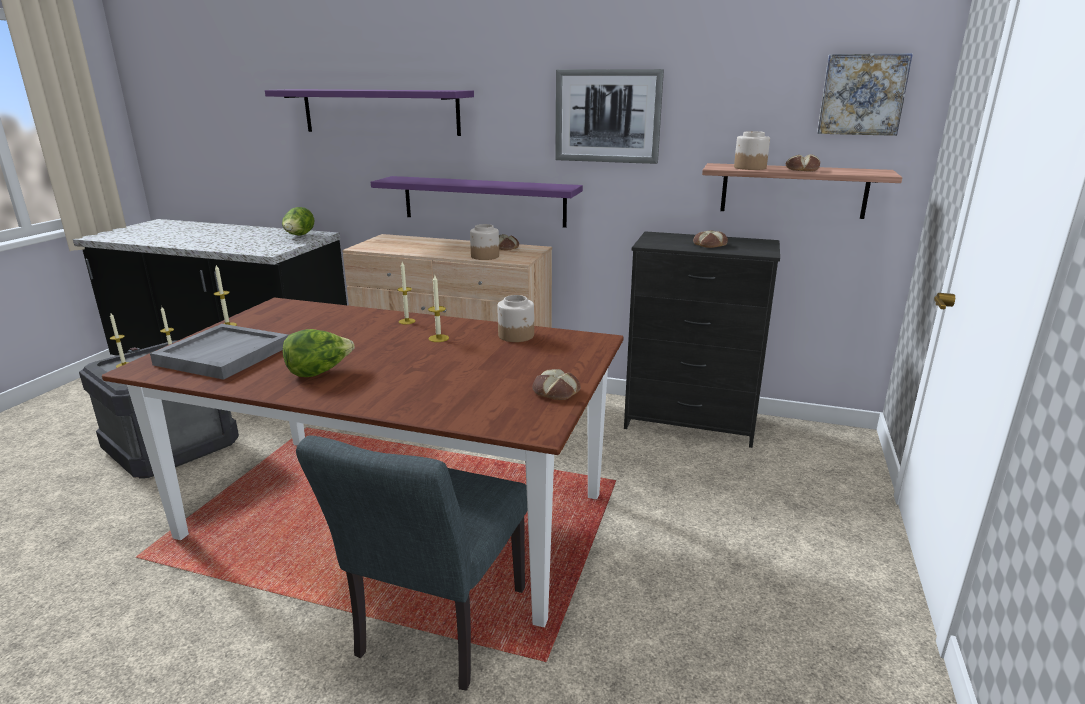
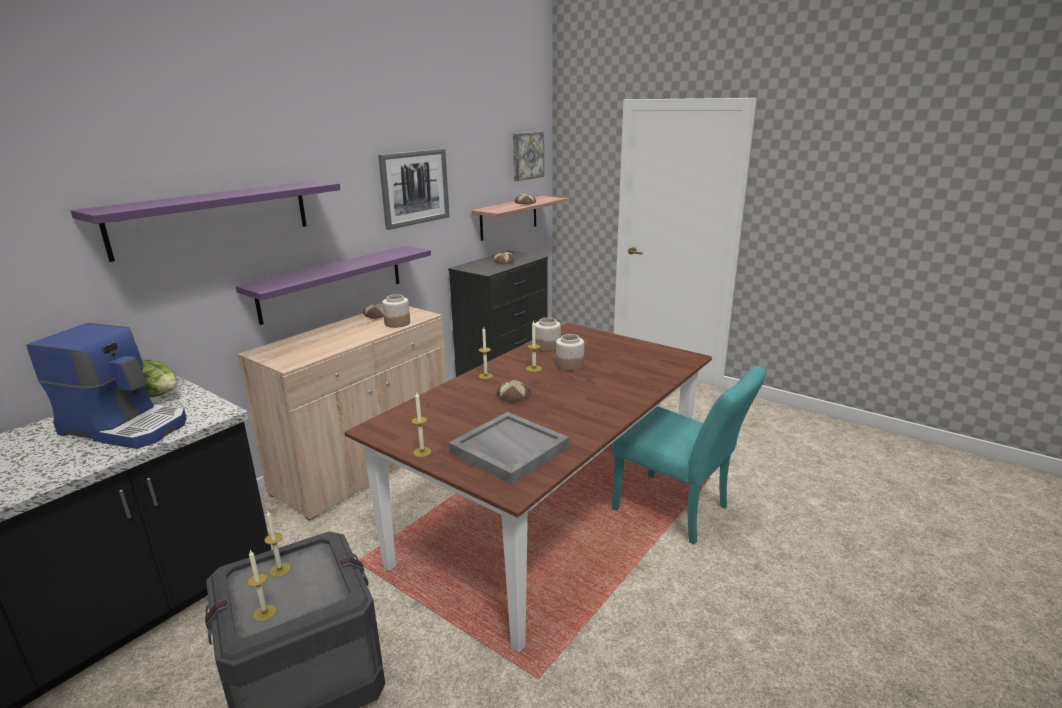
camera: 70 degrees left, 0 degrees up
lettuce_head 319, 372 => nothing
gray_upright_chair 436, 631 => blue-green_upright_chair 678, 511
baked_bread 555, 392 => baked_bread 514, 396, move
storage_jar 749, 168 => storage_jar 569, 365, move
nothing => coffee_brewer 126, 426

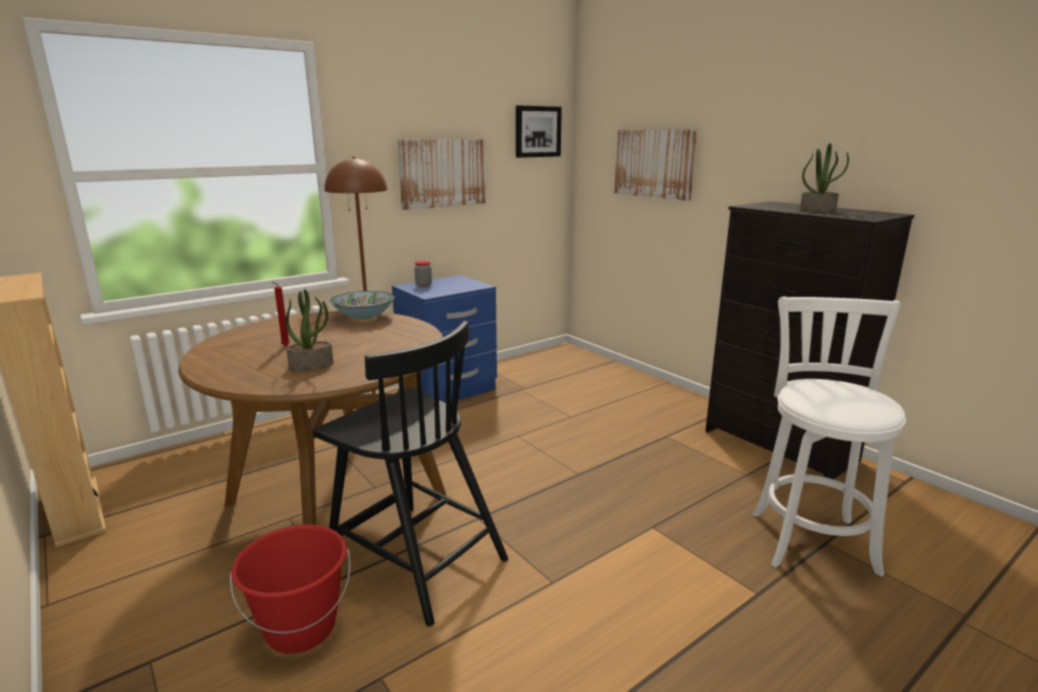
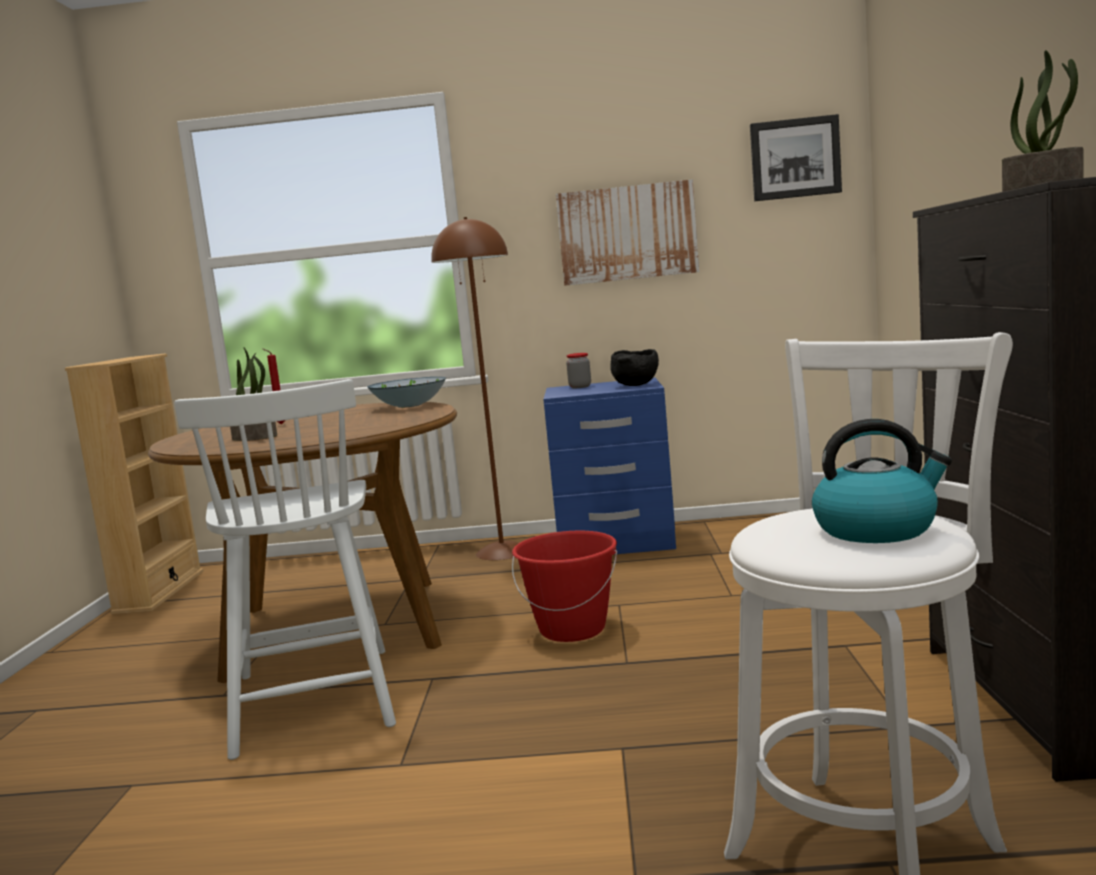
camera: 40 degrees right, 10 degrees down
red-coloured_pail 301, 628 => red-coloured_pail 572, 629, move
blackish_upright_chair 415, 559 => white_upright_chair 314, 698
picture 654, 163 => nothing
nothing => blackish_serving_bowl 636, 385
nothing => water_kettle 877, 529

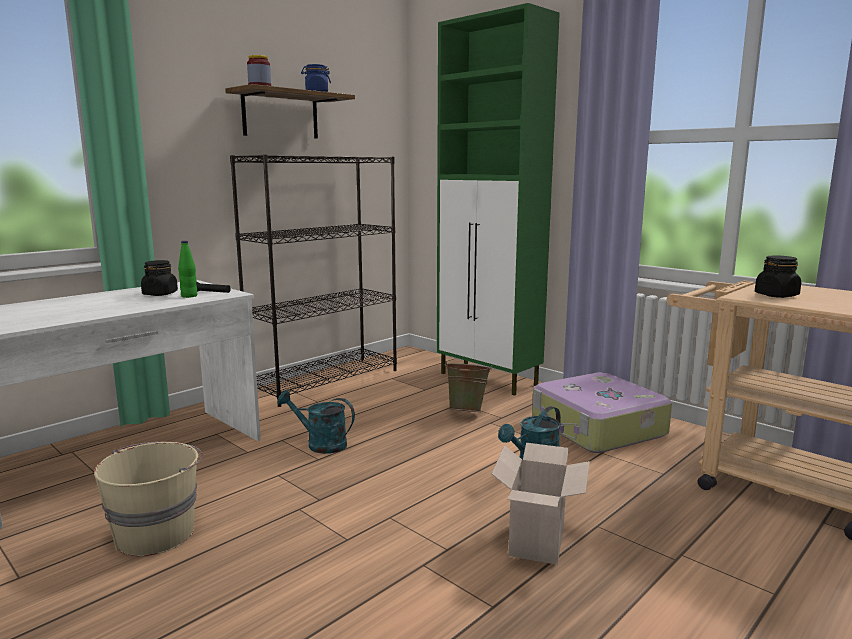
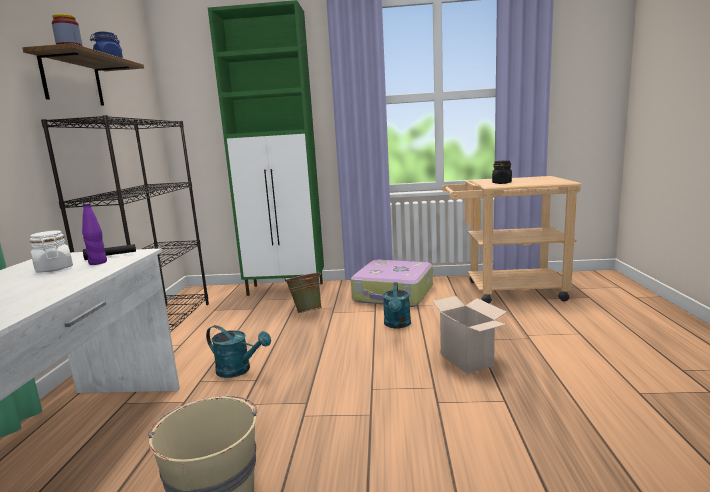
camera: 40 degrees left, 0 degrees up
blackish_storage_jar 160, 294 => white_storage_jar 54, 269
green-coloured_beverage_bottle 189, 296 => purplish_beverage_bottle 98, 263
blue-green_watering_pot 320, 444 => blue-green_watering_pot 239, 370, 135 degrees counterclockwise

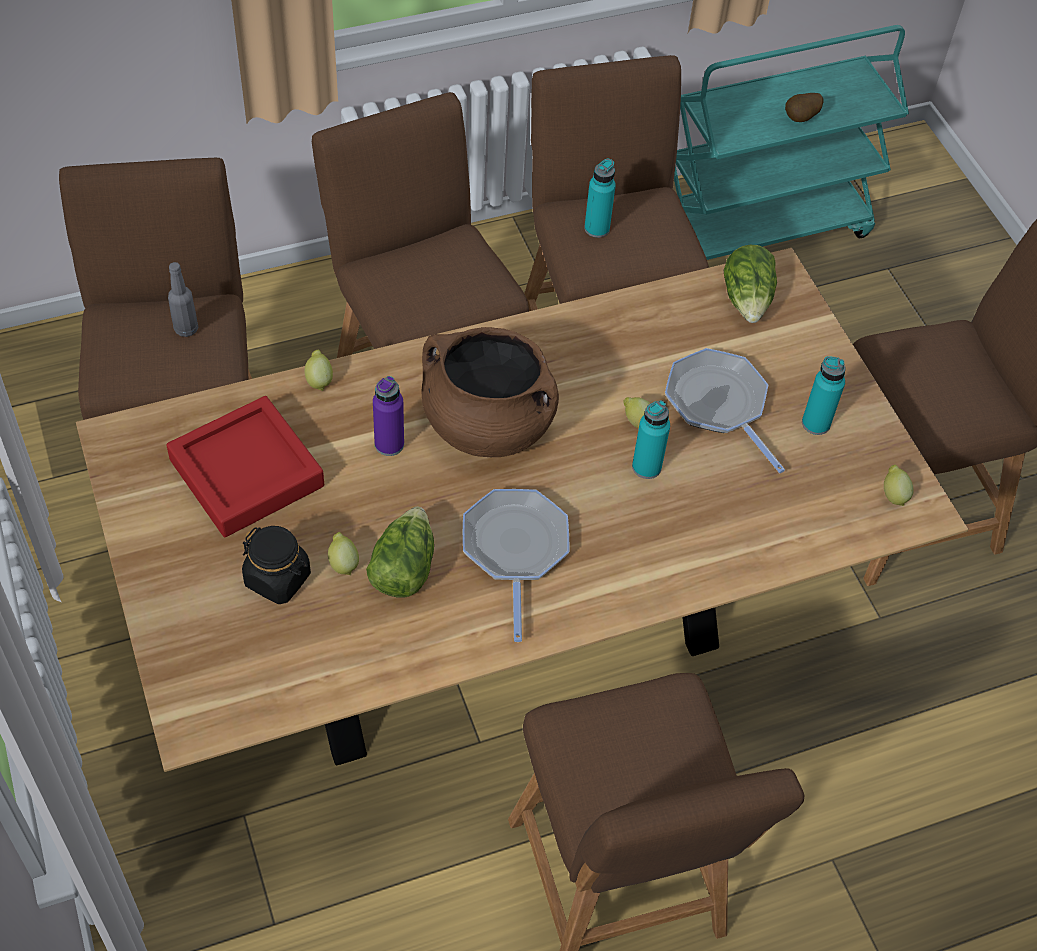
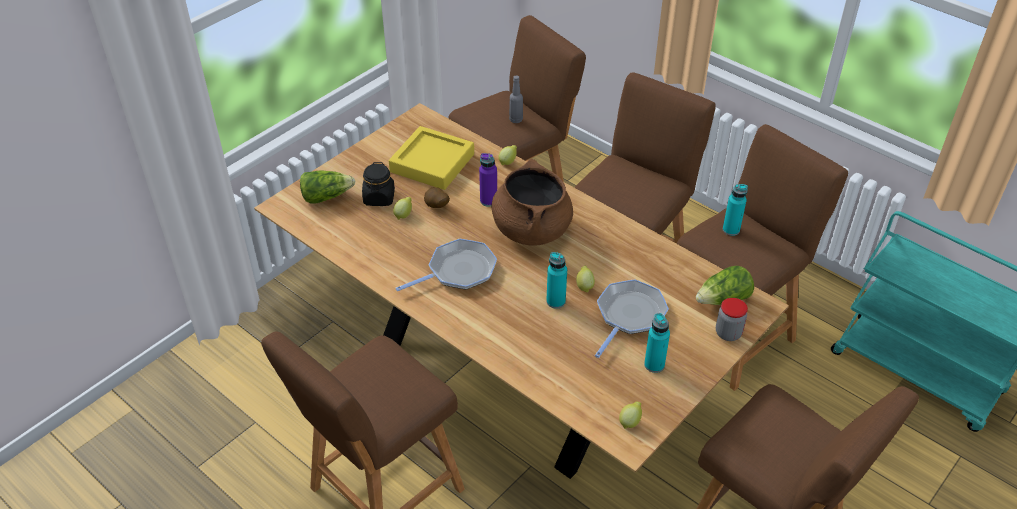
camera: 65 degrees right, 10 degrees down
red-coloured_tray 247, 473 => yellow_tray 432, 163
lettuce_head 403, 567 => lettuce_head 326, 196, move
potato 801, 119 => potato 436, 207, move
nothing => storage_jar 728, 333

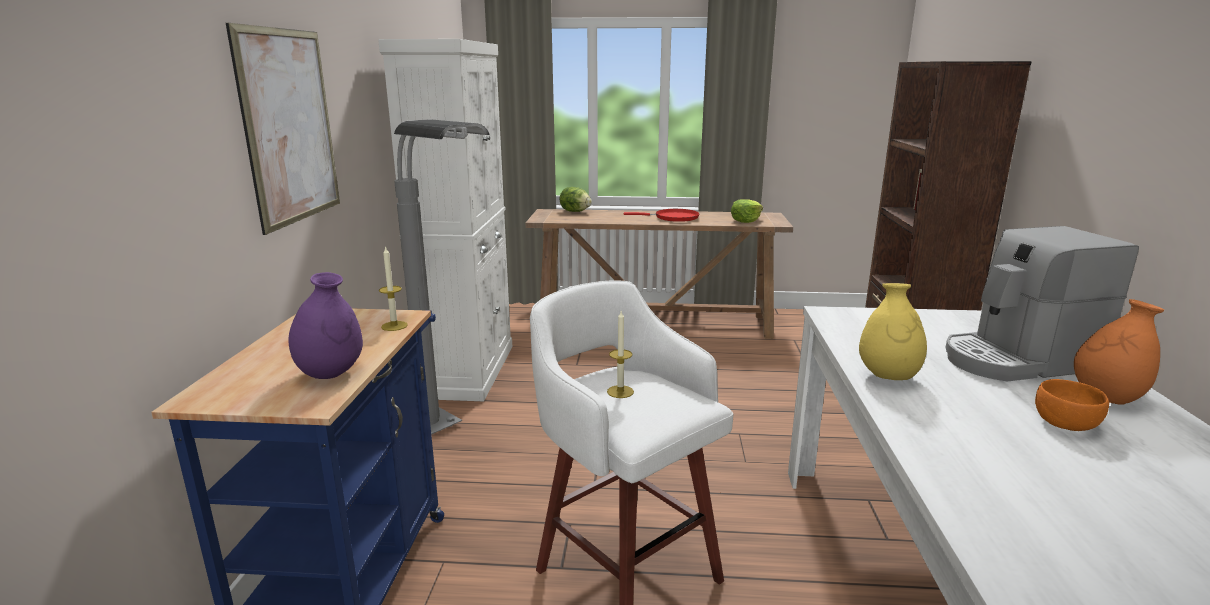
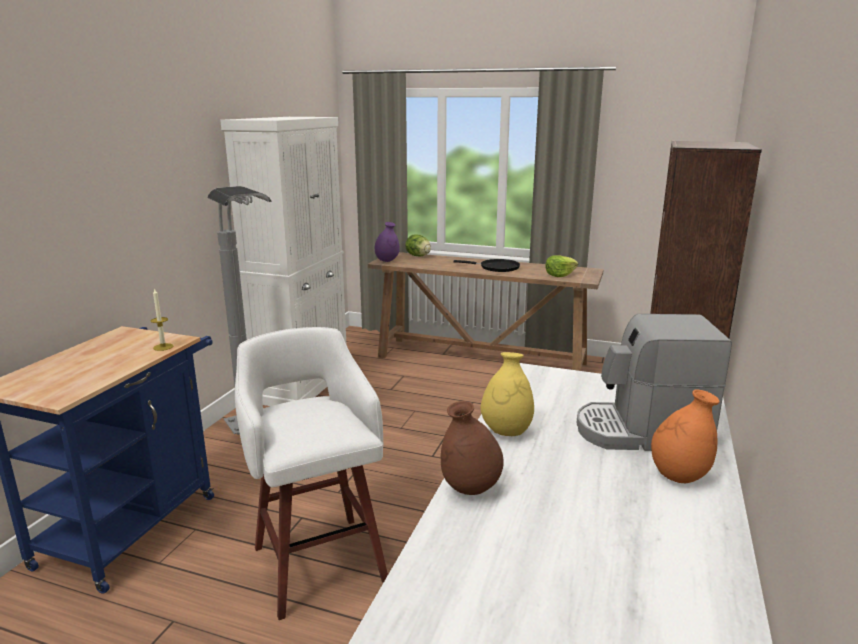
camera: 15 degrees right, 0 degrees up
picture 290, 127 => nothing
purplish_vase 331, 373 => purplish_vase 387, 260, move
candle 620, 391 => nothing
red-coloured_pan 673, 218 => blackish_pan 496, 268
orange-coloured_serving_bowl 1066, 424 => nothing
nothing => brownish_vase 470, 489

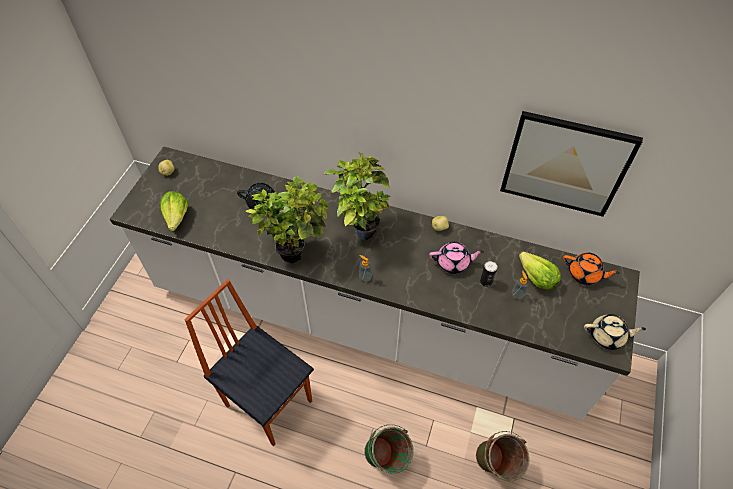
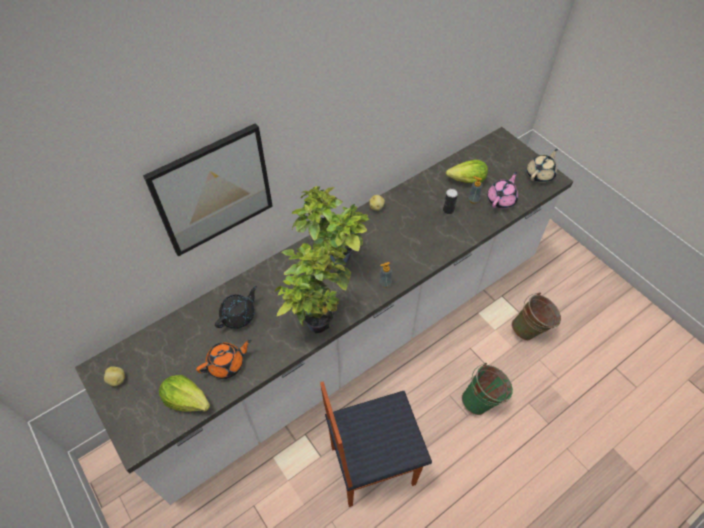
camera: 55 degrees left, 0 degrees up
pinkish_tea_pot 453, 263 => pinkish_tea_pot 501, 200, move
picture 565, 164 => picture 213, 190, move
orange-coloured_tea_pot 584, 274 => orange-coloured_tea_pot 227, 364, move

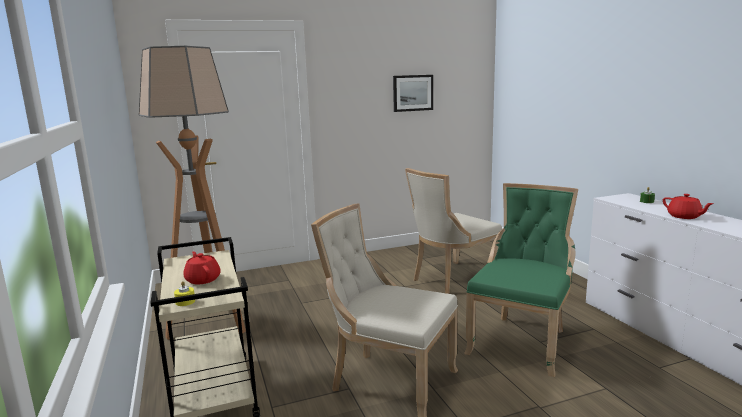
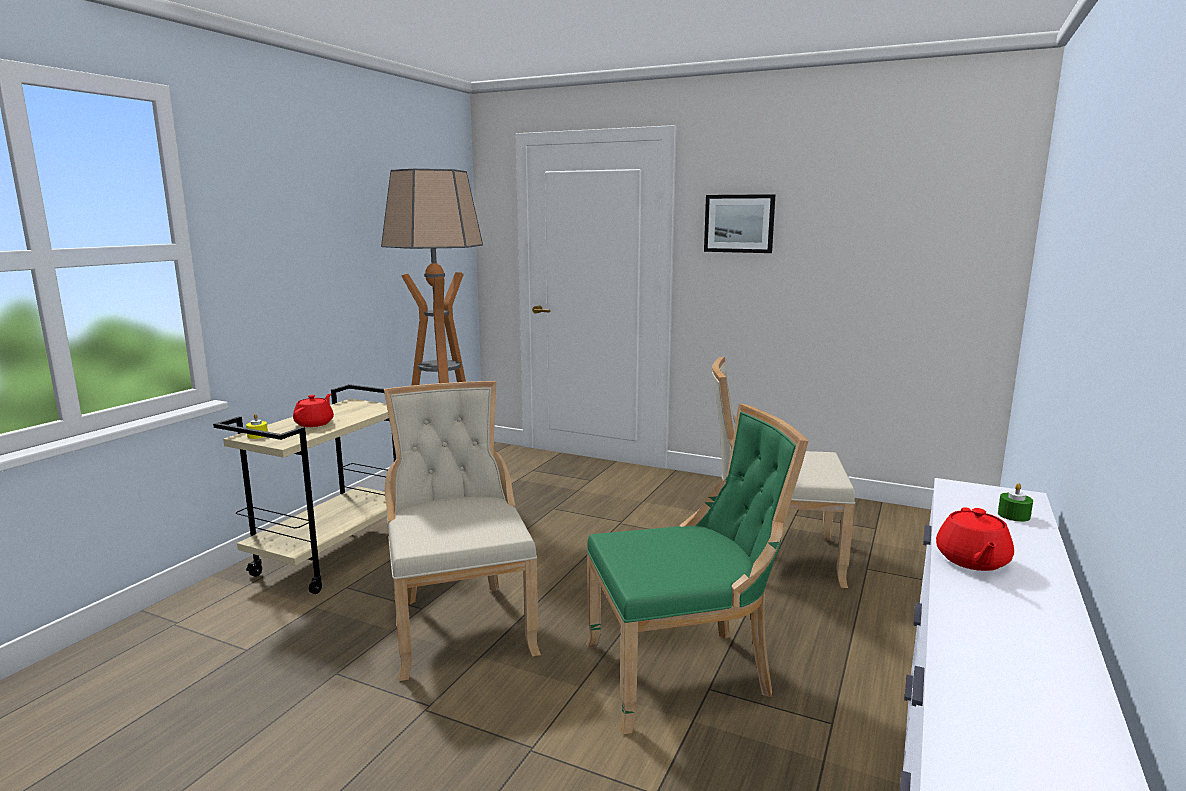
camera: 45 degrees right, 0 degrees up
picture 412, 93 => picture 739, 223, move

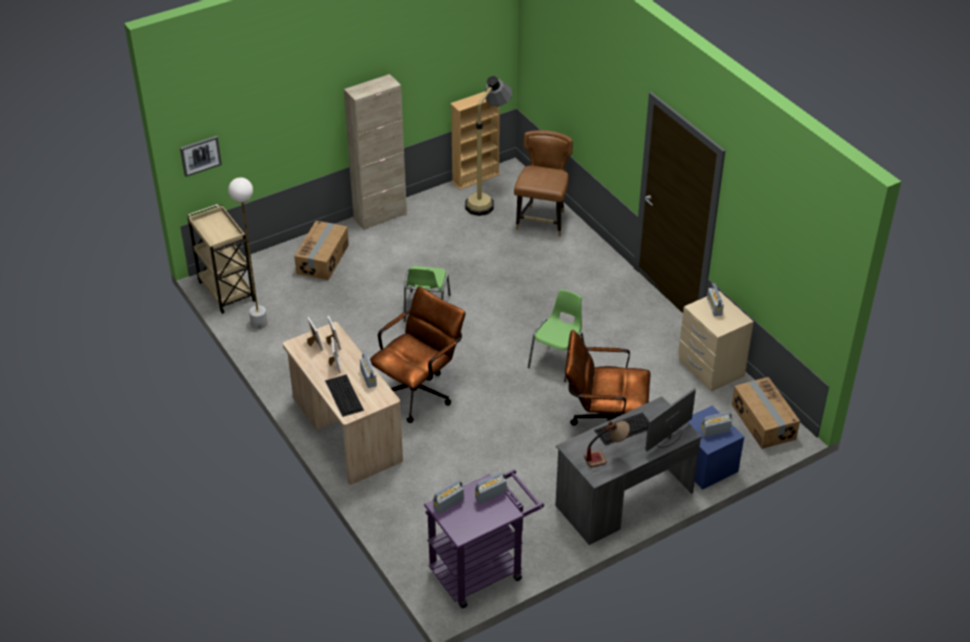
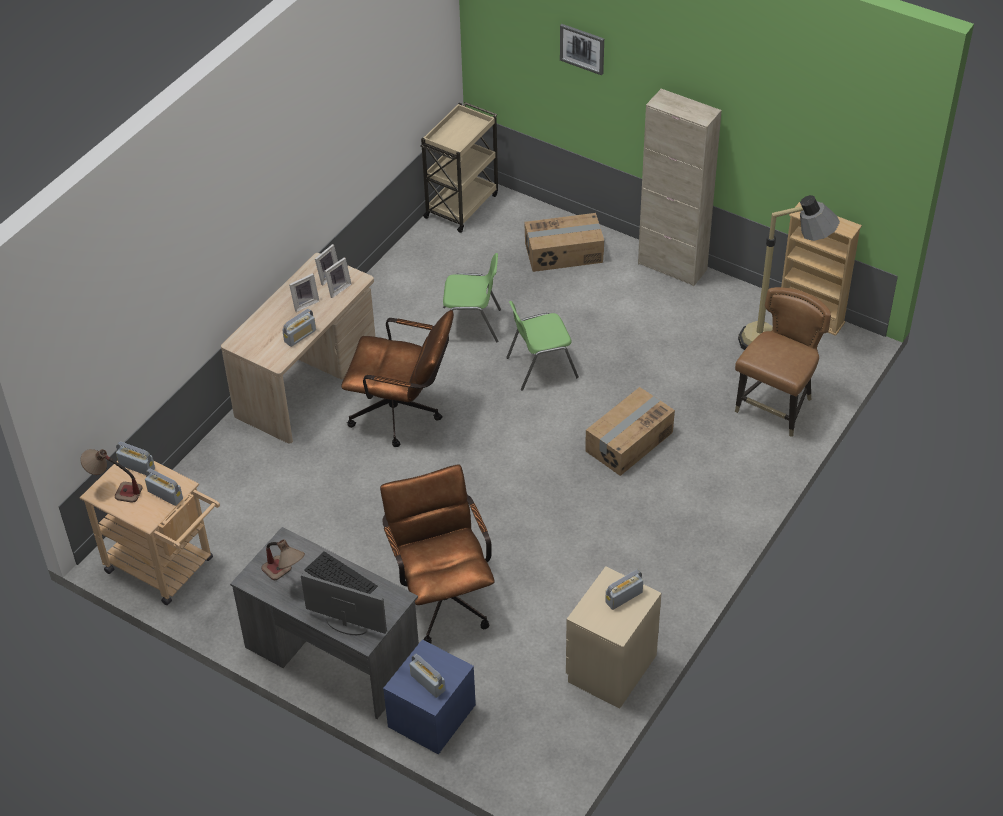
camera: 65 degrees right, 5 degrees up
picture 200, 155 => picture 582, 48, move
white_floor_lamp 259, 323 => nothing
PC_keyboard 344, 395 => nothing
purplish_trolley 483, 569 => beige-coloured_trolley 166, 568
brownish_upright_chair 542, 221 => brownish_upright_chair 776, 407, 45 degrees counterclockwise
green-coloured_upright_chair 558, 360 => green-coloured_upright_chair 471, 325, move
packing_box 763, 422 => packing_box 628, 441, move
nothing => tabletop_lamp 115, 491

